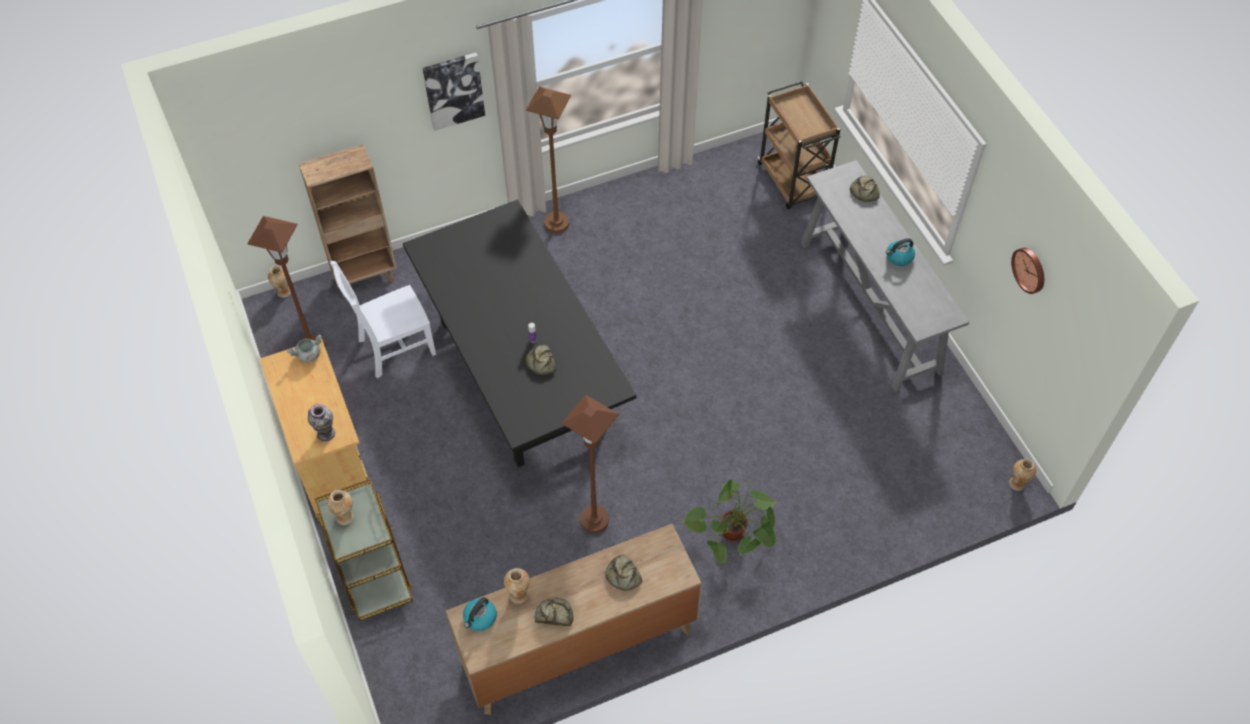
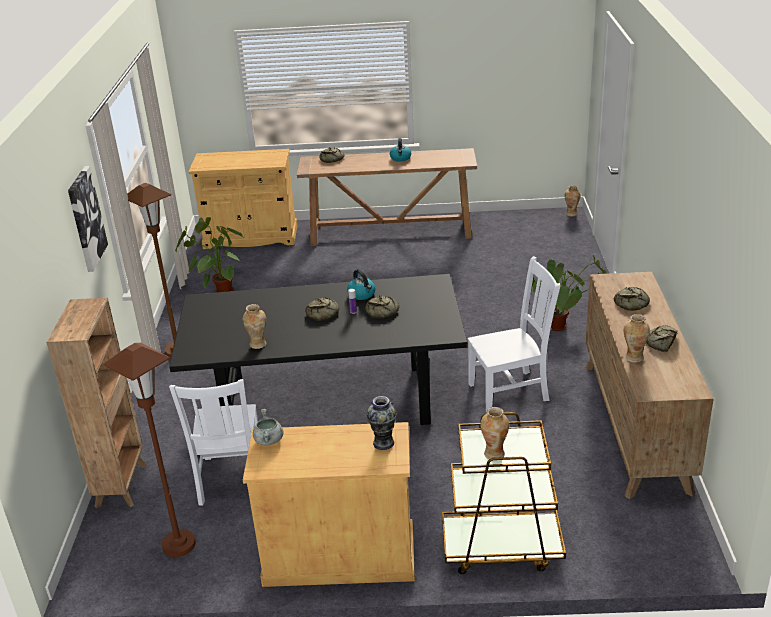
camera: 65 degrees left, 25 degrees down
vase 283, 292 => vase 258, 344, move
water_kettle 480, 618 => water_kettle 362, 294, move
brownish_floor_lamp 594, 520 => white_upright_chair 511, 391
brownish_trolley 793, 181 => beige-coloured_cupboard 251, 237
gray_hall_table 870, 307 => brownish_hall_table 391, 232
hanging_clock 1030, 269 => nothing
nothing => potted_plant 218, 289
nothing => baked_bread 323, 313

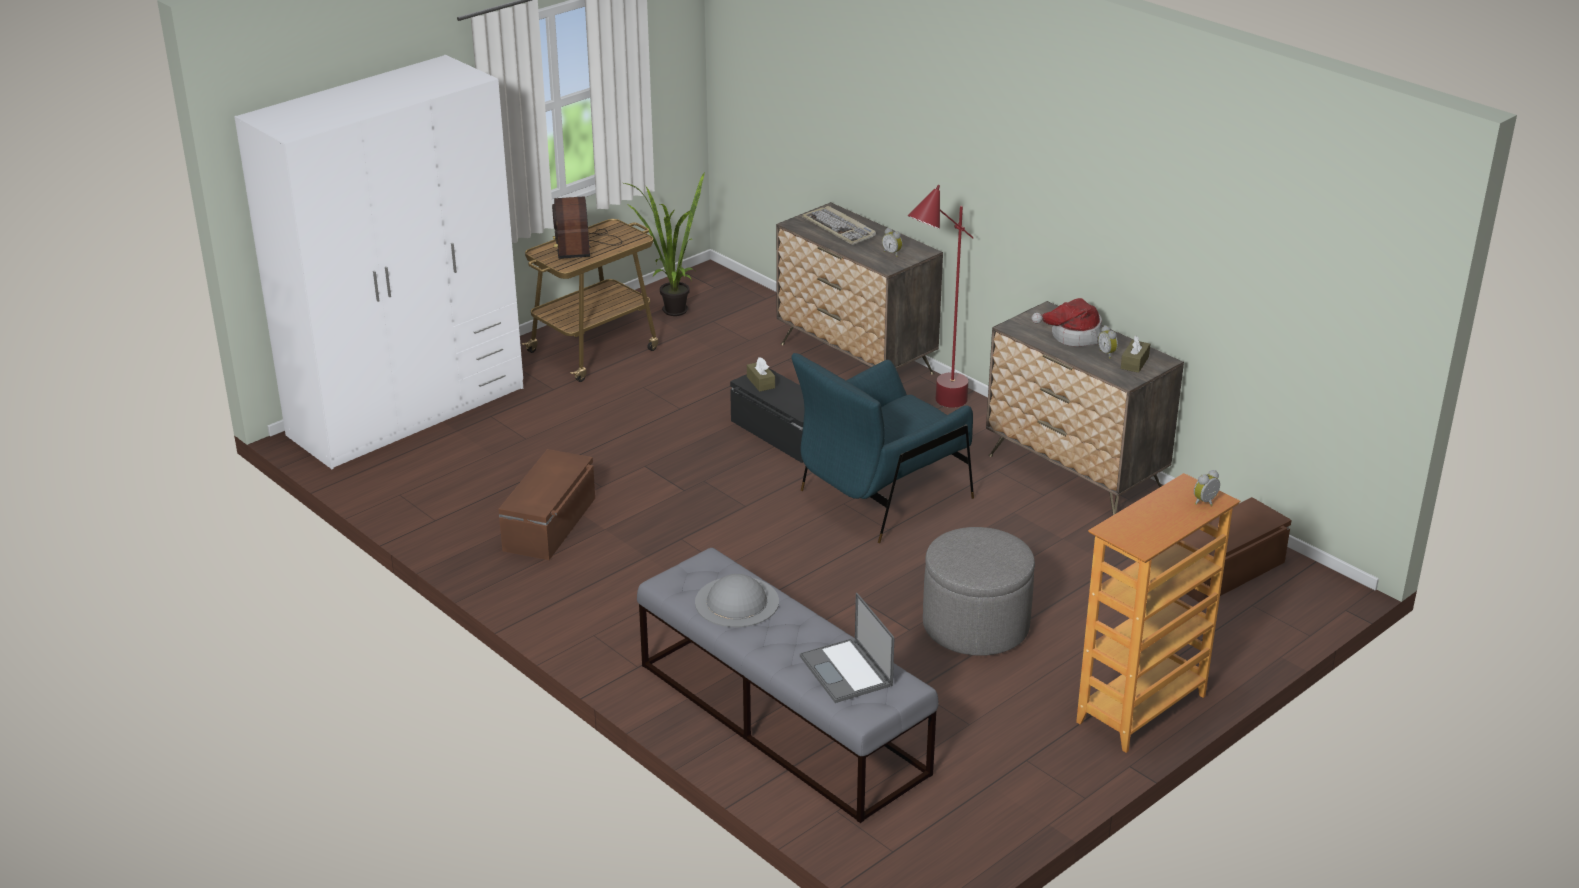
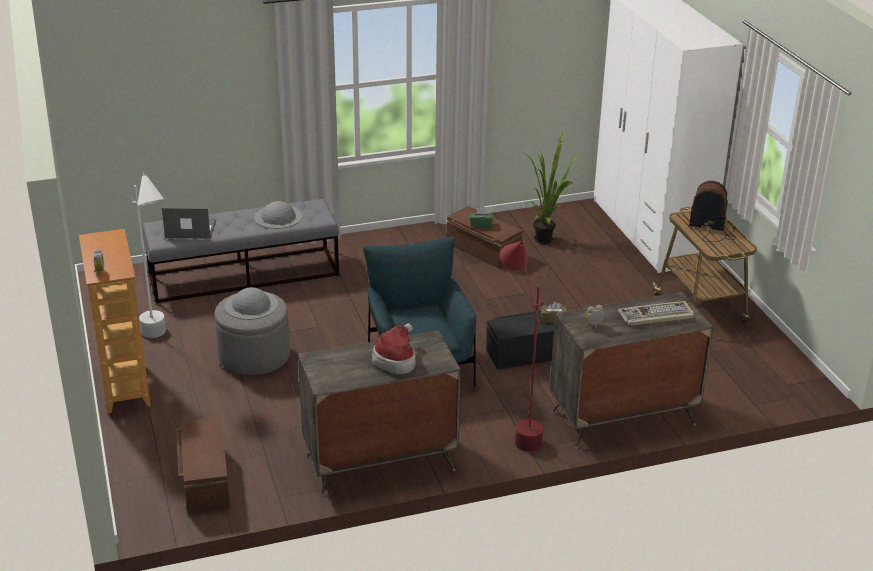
camera: 115 degrees right, 0 degrees up
potted_plant 669, 309 => potted_plant 547, 238, move
table_clock 1108, 353 => nothing
brownish_tissue_box 1134, 363 => nothing
nothing => white_floor_lamp 160, 341
nothing => gray_clothing_hat 251, 305
nothing => green-coloured_tissue_box 481, 225

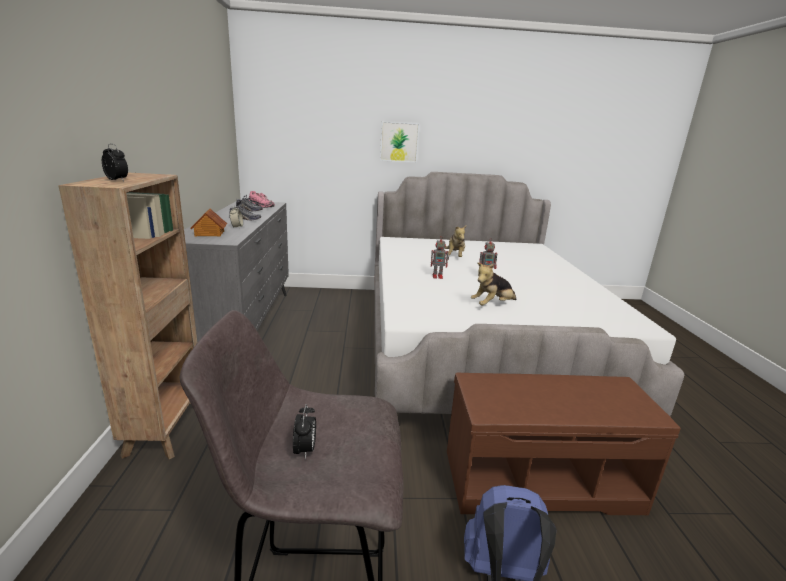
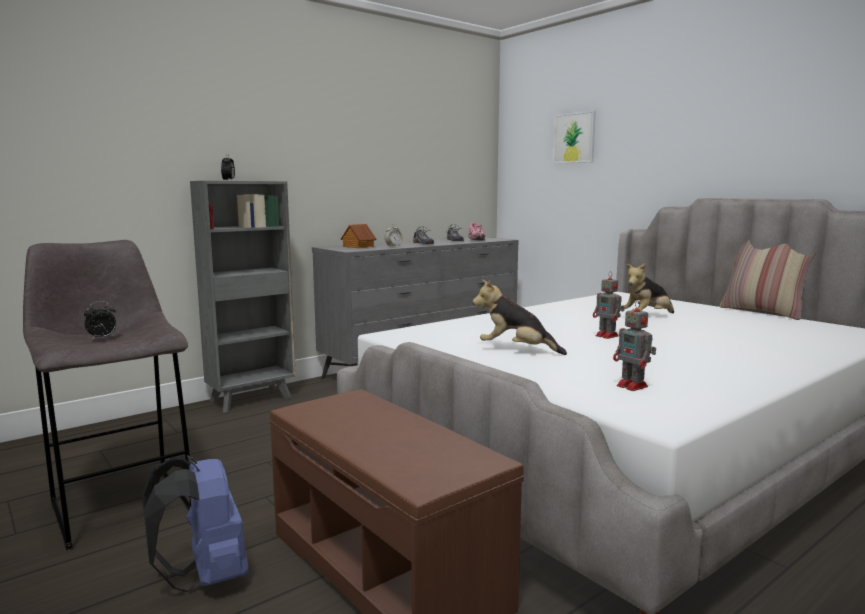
camera: 55 degrees right, 10 degrees down
brownish_bookcase 166, 429 => gray_bookcase 252, 399
picture 399, 142 => picture 574, 138, move
model_robot 438, 276 => model_robot 633, 386, move
nothing => cushion 763, 312

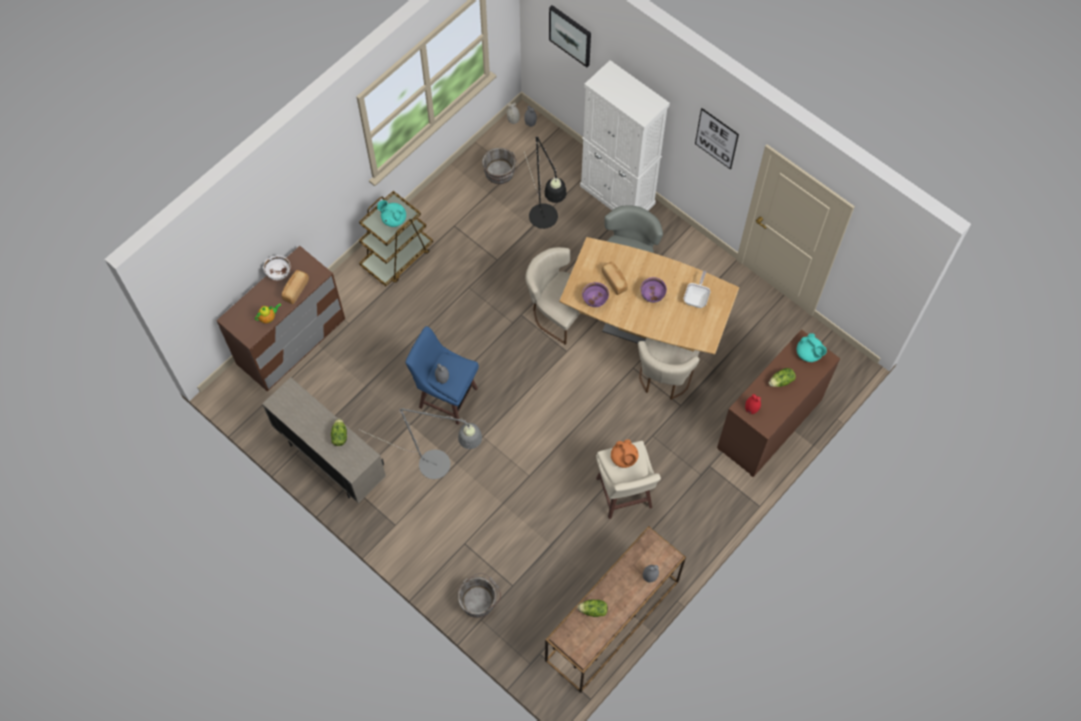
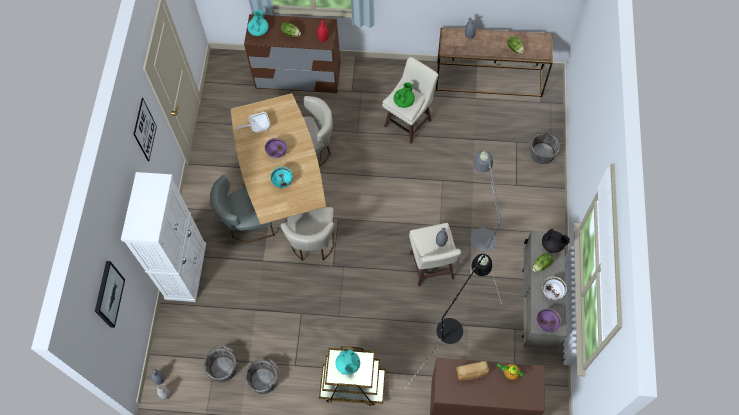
camera: 125 degrees left, 0 degrees up
white_serving_bowl 279, 273 => white_serving_bowl 552, 292, move
blue_sitting_stool 446, 396 => beige-coloured_sitting_stool 431, 267
blackish_floor_lamp 545, 222 => blackish_floor_lamp 453, 325, move
purplish_serving_bowl 595, 301 => purplish_serving_bowl 546, 323, move
baked_bread 615, 281 => blue-green_serving_bowl 283, 182
orange-coloured_tea_pot 624, 458 => green-coloured_tea_pot 404, 101
nothing => gray_pail 264, 379
nothing => blackish_tea_pot 552, 245

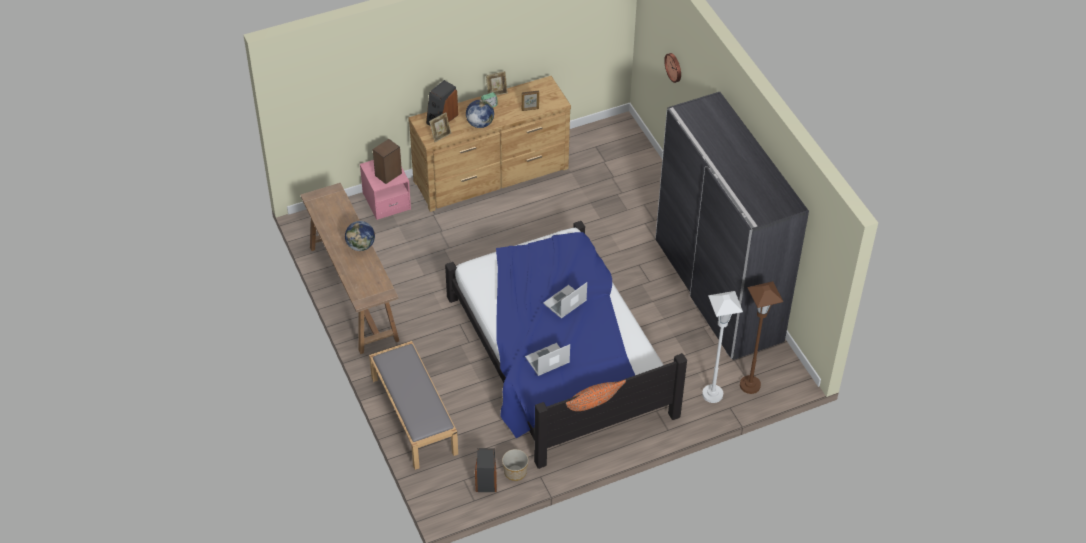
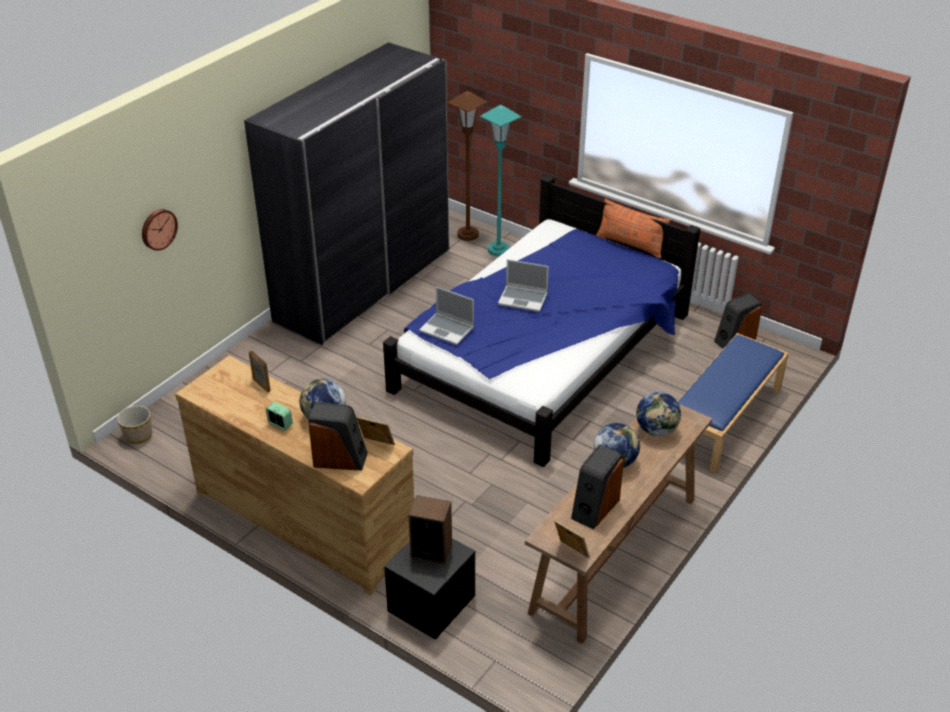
camera: 120 degrees left, 10 degrees down
pinkish_nightstand 386, 201 => blackish_nightstand 431, 604
gray_indoor_bench 413, 415 => blue_indoor_bench 723, 419
photo_frame 496, 92 => photo_frame 570, 552, move
plant_pot 514, 472 => plant_pot 138, 436, move
notebook_computer 547, 361 => notebook_computer 447, 329, move
white_floor_lamp 712, 394 => blue-green_floor_lamp 498, 250
nothing => speaker 594, 508
nothing => globe 656, 430

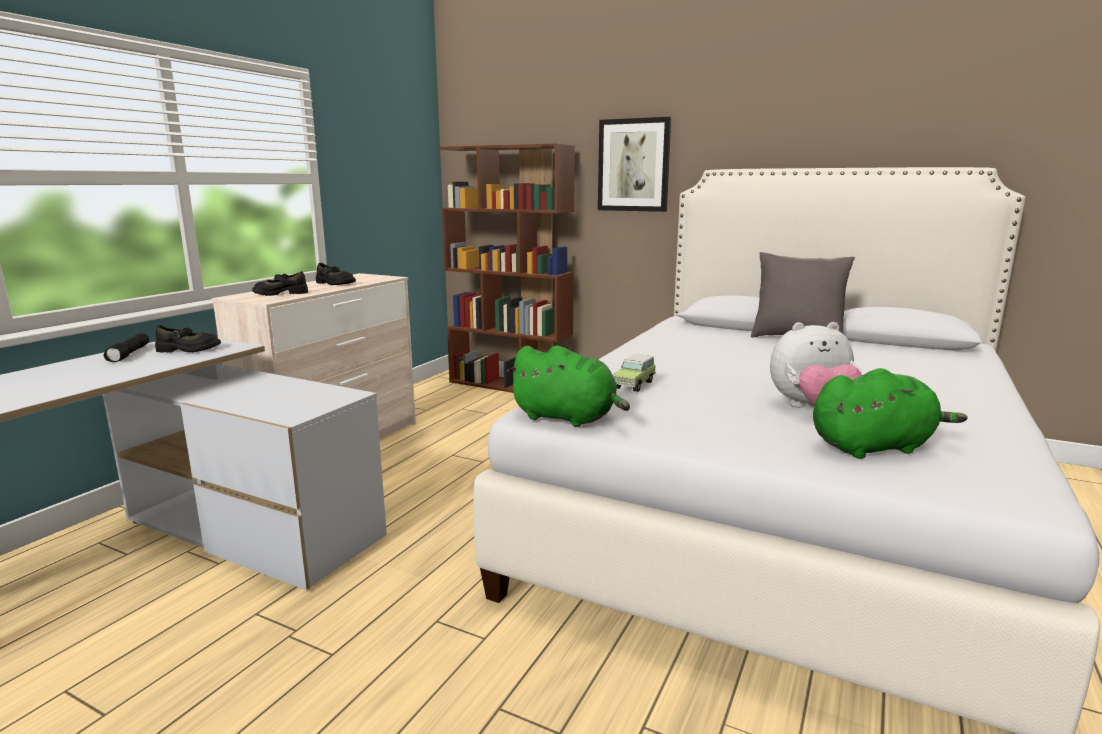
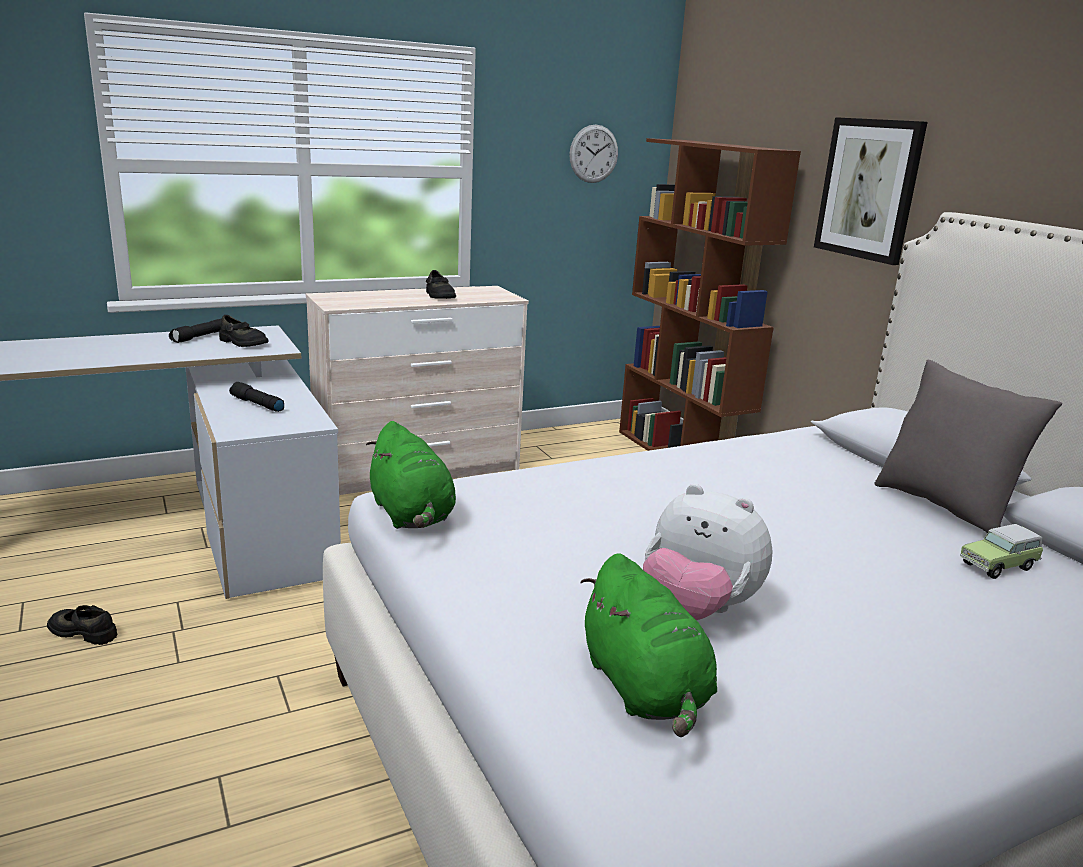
camera: 35 degrees right, 5 degrees up
blackish_low_shoe 281, 293 => blackish_low_shoe 84, 631, move
miniature_car 634, 384 => miniature_car 999, 566, move
green-coloured_soft_toy 875, 447 => green-coloured_soft_toy 645, 689, 45 degrees clockwise
nothing => blackish_torch 256, 404
nothing => hanging_clock 593, 154

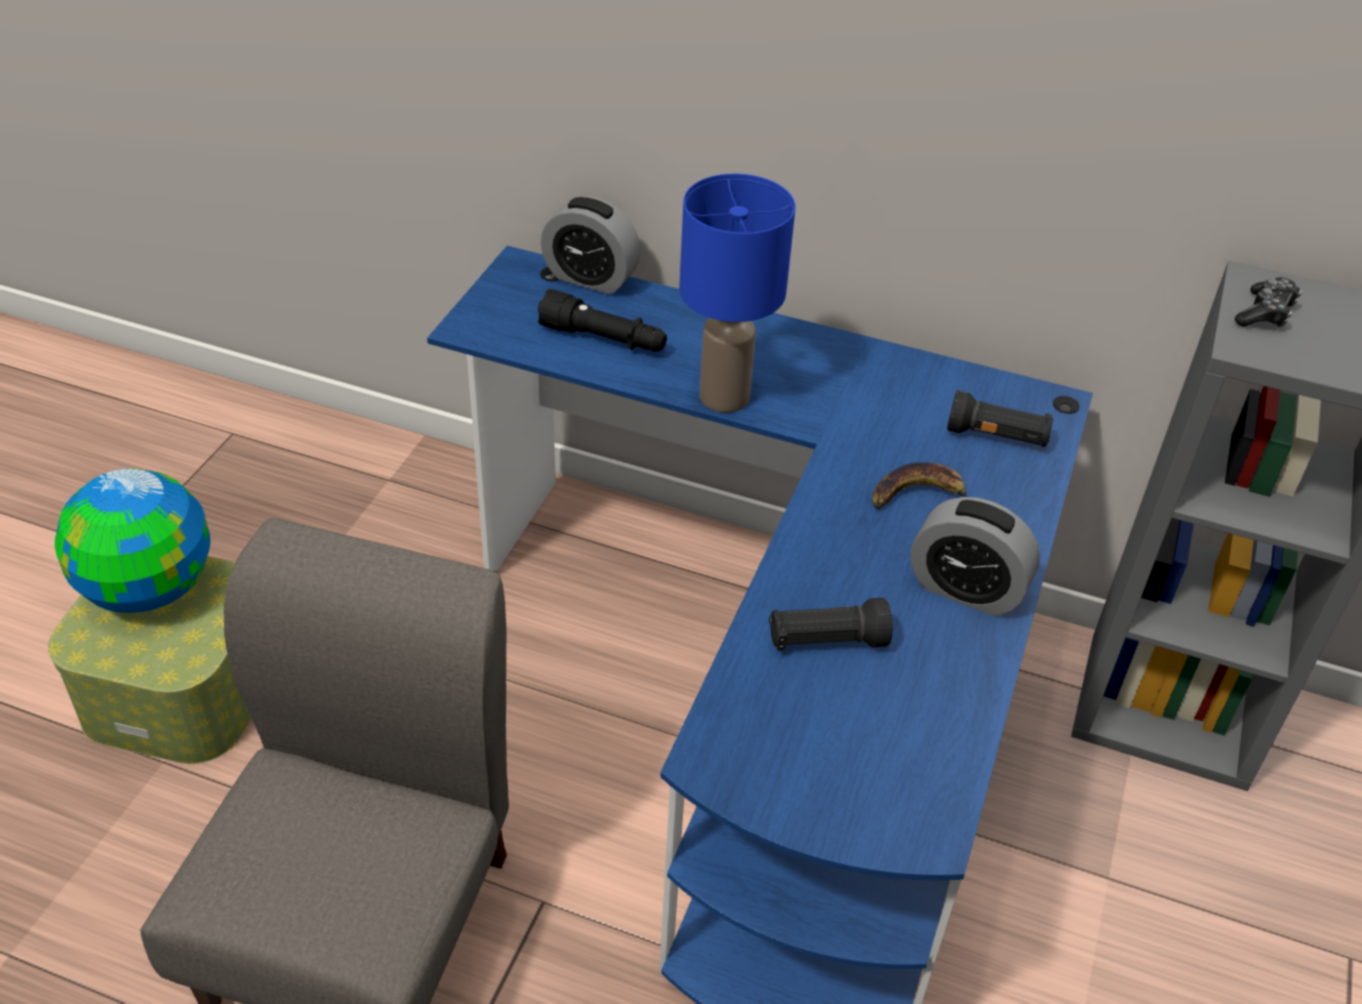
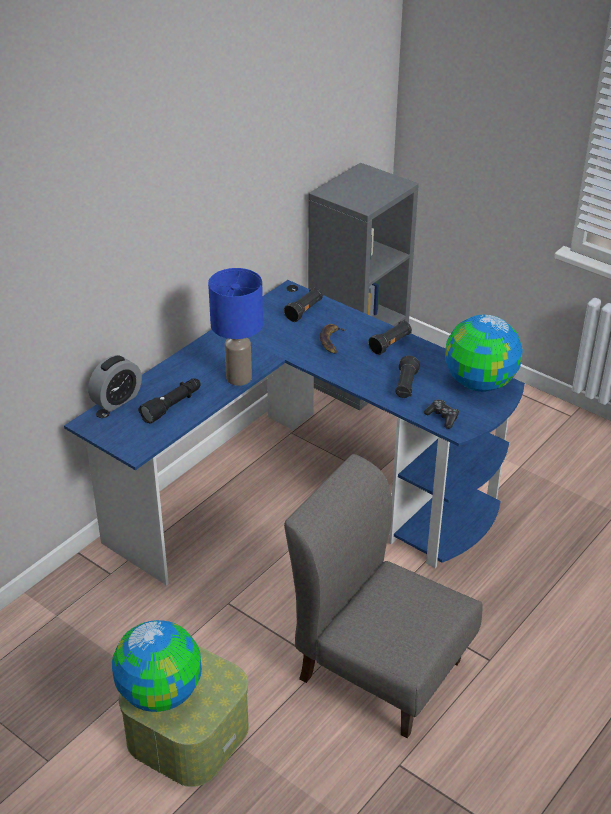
camera: 70 degrees left, 5 degrees down
table_clock 966, 589 => blackish_torch 390, 344
gamepad 1265, 313 => gamepad 442, 417, move
nothing => globe 480, 383

